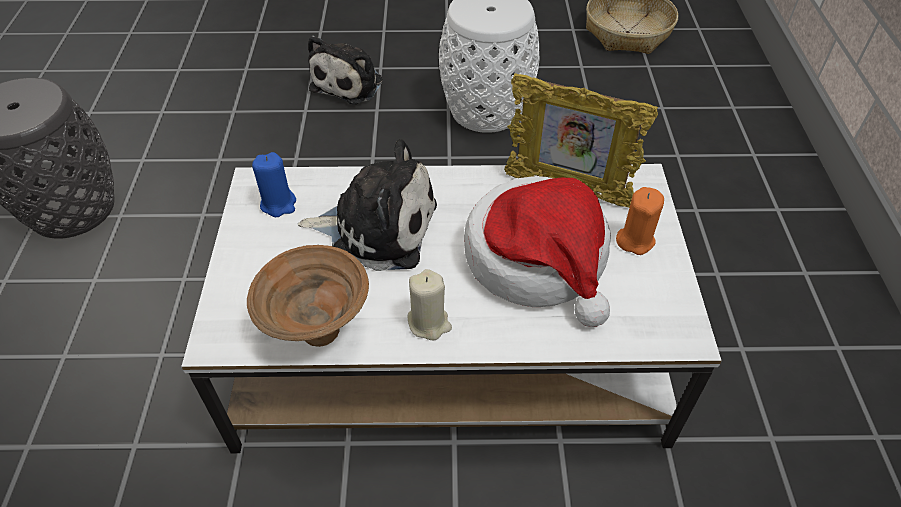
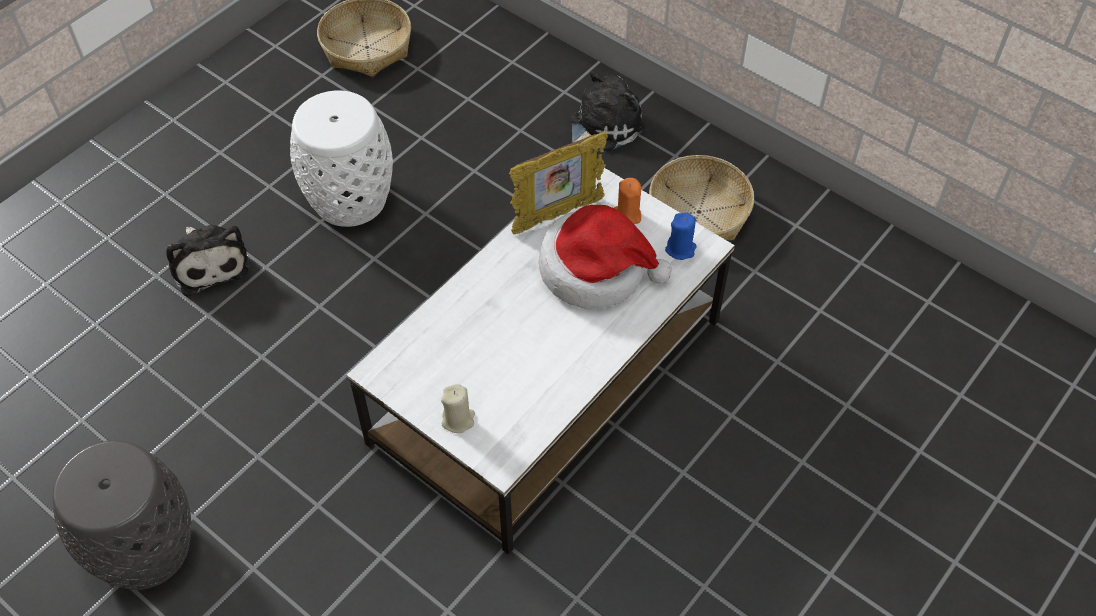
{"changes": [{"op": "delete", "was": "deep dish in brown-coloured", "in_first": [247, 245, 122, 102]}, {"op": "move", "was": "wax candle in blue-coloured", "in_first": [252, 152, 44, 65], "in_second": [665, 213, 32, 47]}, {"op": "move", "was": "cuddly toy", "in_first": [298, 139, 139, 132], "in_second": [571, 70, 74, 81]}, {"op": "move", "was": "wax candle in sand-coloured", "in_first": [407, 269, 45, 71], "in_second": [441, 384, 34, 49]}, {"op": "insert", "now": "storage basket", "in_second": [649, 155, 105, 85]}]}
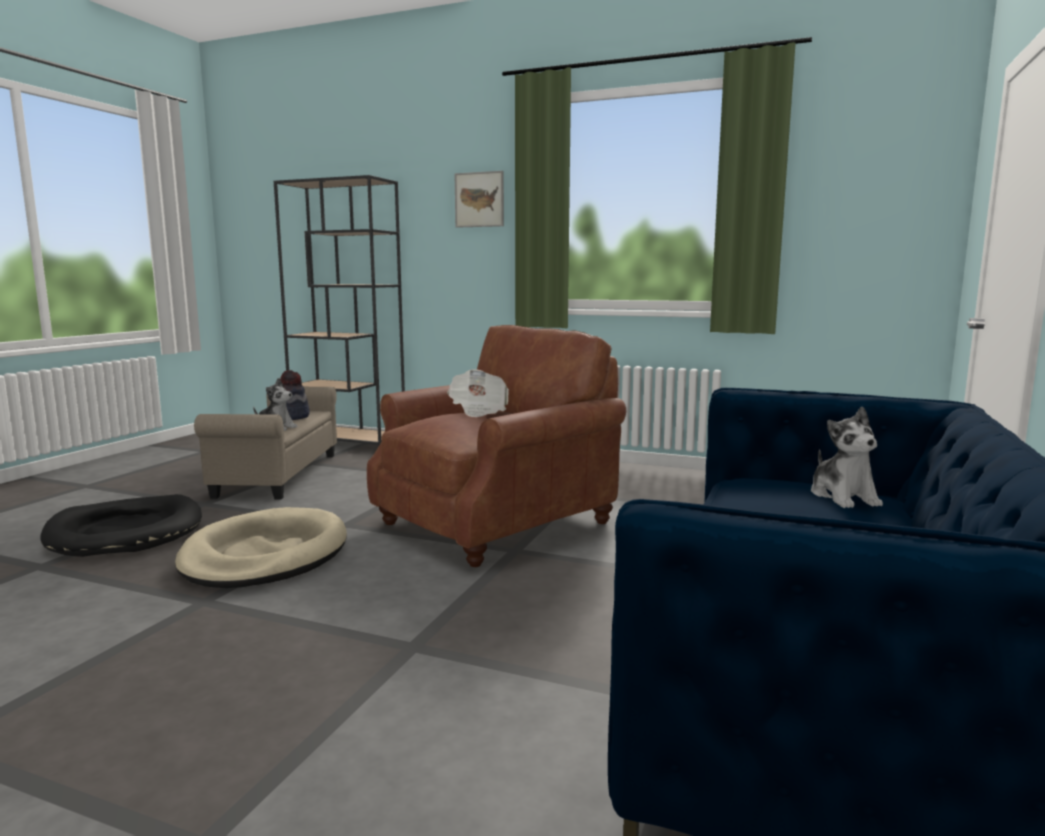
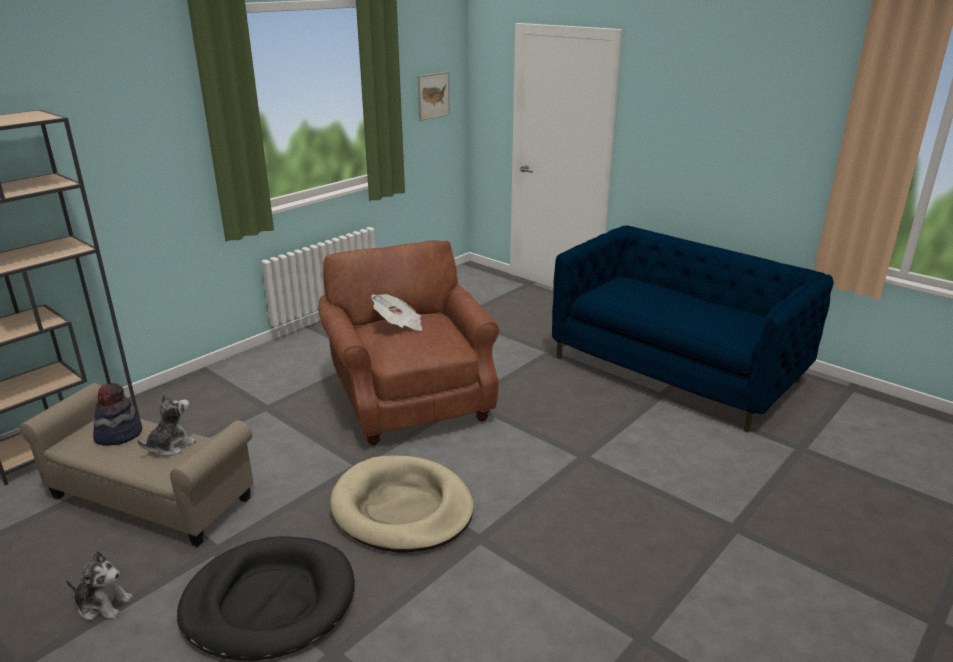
{"changes": [{"op": "move", "was": "wall picture", "in_first": [455, 171, 49, 57], "in_second": [418, 72, 32, 49]}, {"op": "move", "was": "cuddly toy", "in_first": [811, 407, 72, 101], "in_second": [66, 551, 67, 70]}]}
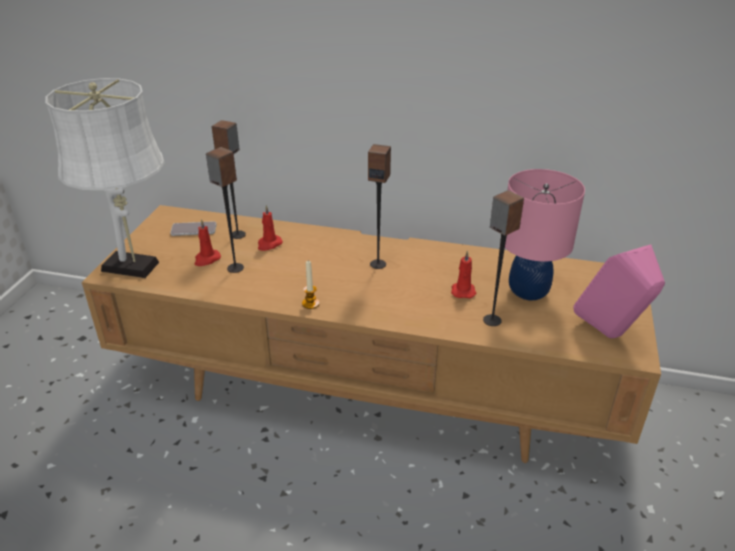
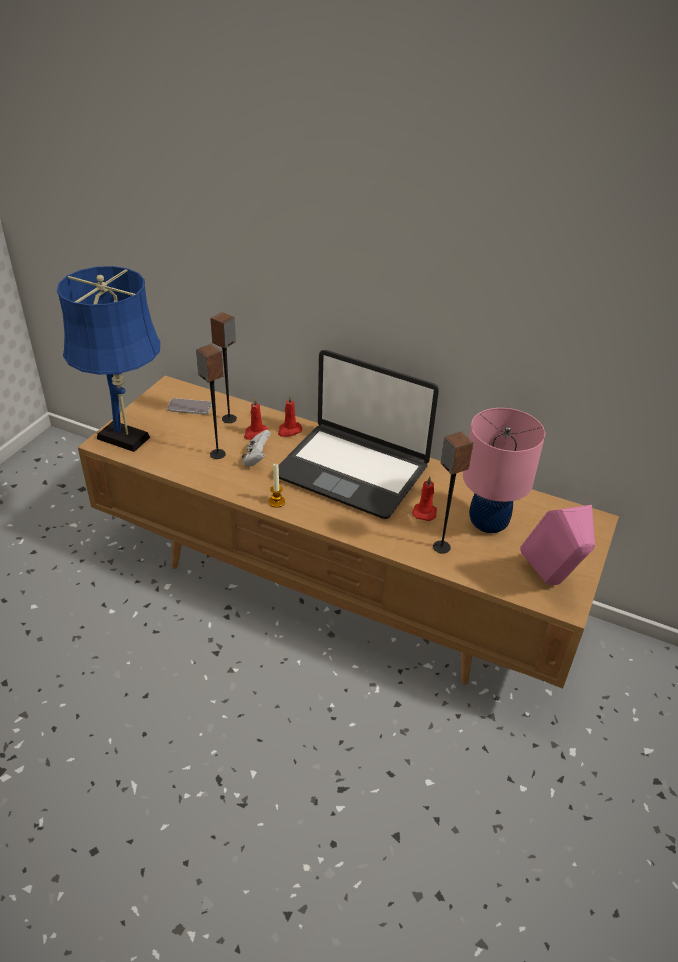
{"changes": [{"op": "recolor", "was": "tabletop lamp in whitish", "now": "tabletop lamp in blue-coloured", "in_first": [45, 78, 120, 200], "in_second": [57, 266, 103, 186]}, {"op": "move", "was": "wax candle in red-coloured", "in_first": [195, 219, 26, 47], "in_second": [278, 395, 24, 42]}, {"op": "replace", "was": "audio speaker", "now": "portable computer", "in_first": [368, 144, 23, 125], "in_second": [278, 350, 161, 169]}, {"op": "insert", "now": "gamepad in whitish", "in_second": [242, 430, 29, 37]}]}
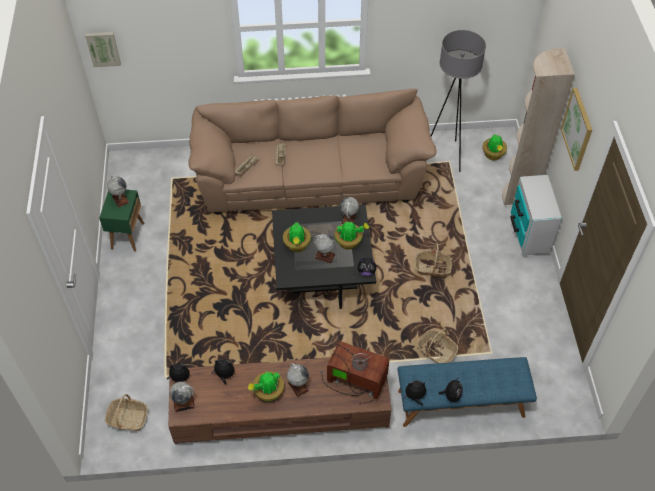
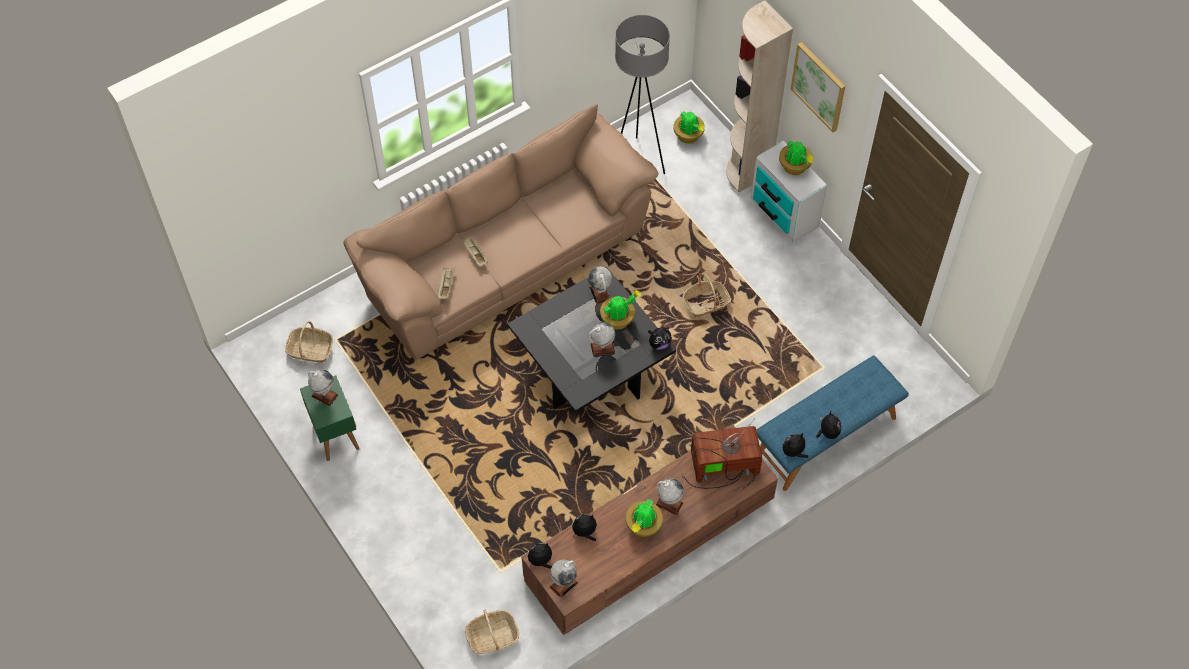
{"changes": [{"op": "delete", "was": "wall picture", "in_first": [85, 32, 36, 35]}, {"op": "move", "was": "potted plant", "in_first": [283, 222, 28, 30], "in_second": [779, 141, 34, 34]}, {"op": "move", "was": "storage basket", "in_first": [417, 329, 41, 34], "in_second": [285, 321, 48, 42]}]}
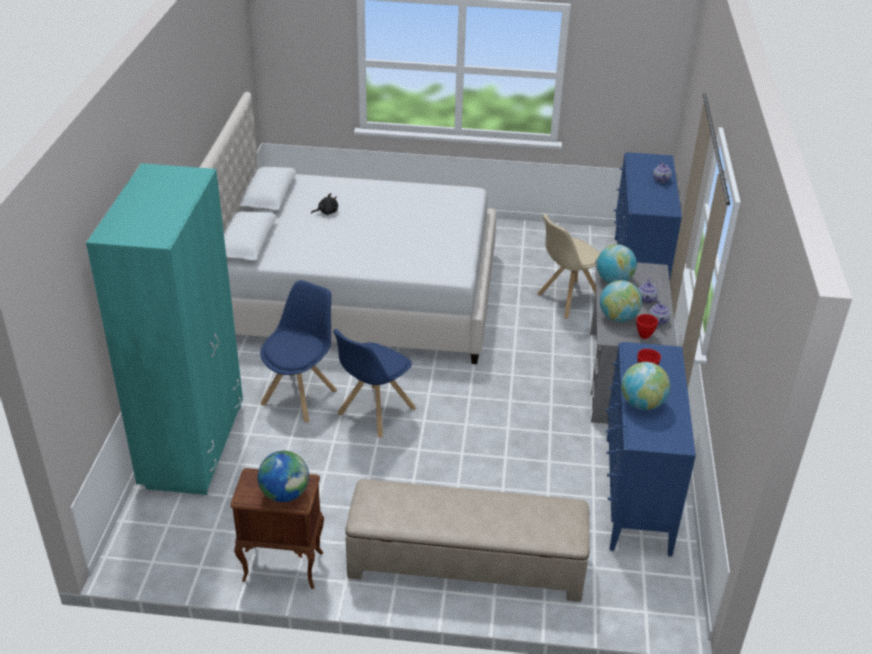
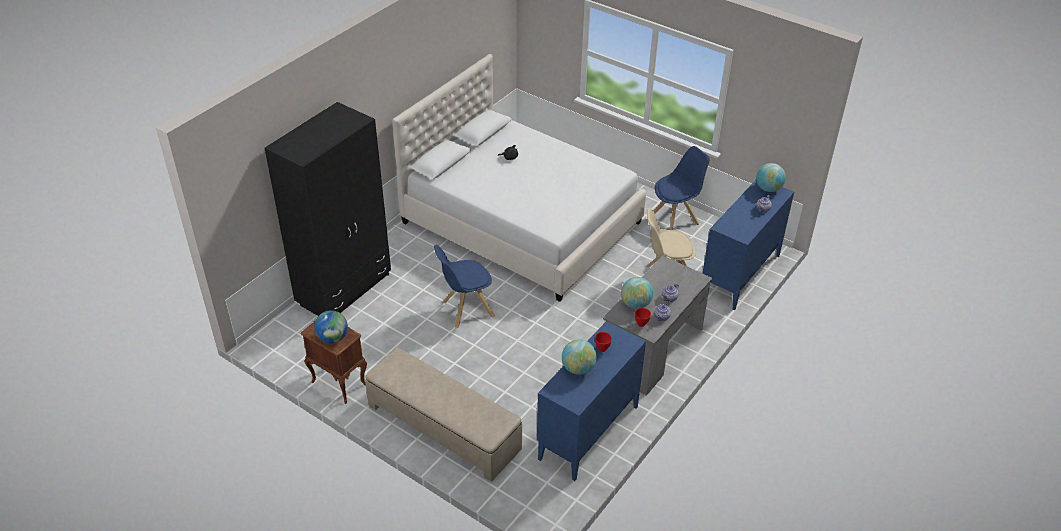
{"changes": [{"op": "recolor", "was": "armoire in turquoise", "now": "armoire in black-coloured", "in_first": [86, 163, 157, 332], "in_second": [265, 102, 126, 214]}, {"op": "move", "was": "upright chair in blue-coloured", "in_first": [260, 280, 77, 143], "in_second": [653, 146, 57, 84]}, {"op": "move", "was": "world globe", "in_first": [597, 244, 40, 39], "in_second": [756, 163, 30, 29]}]}
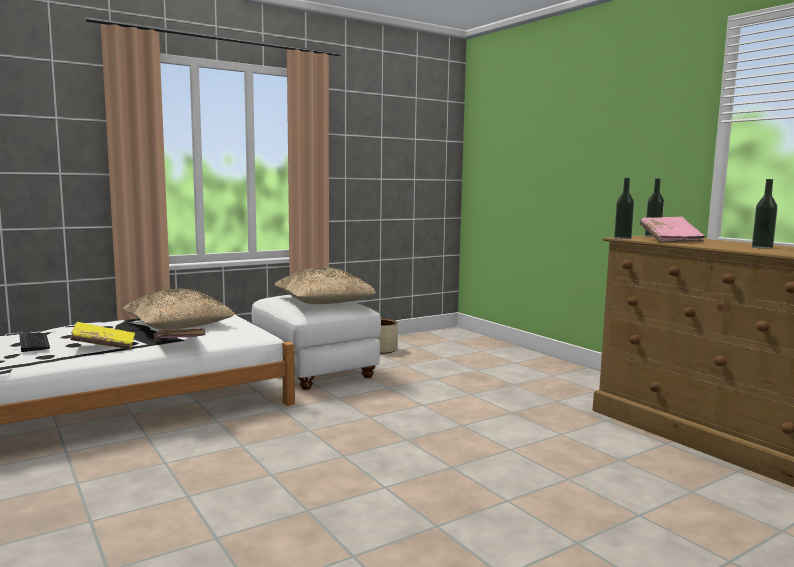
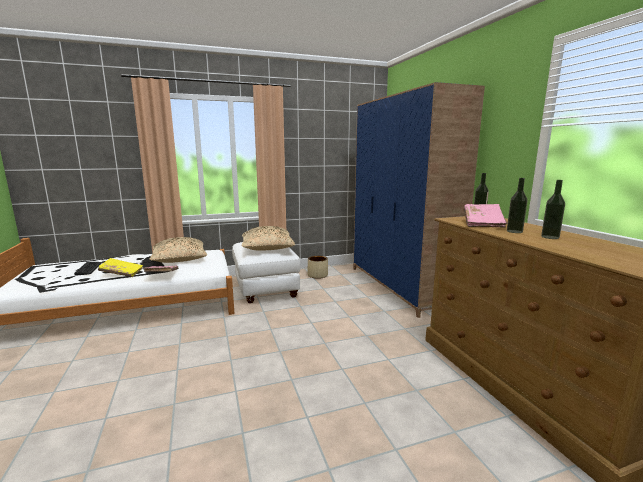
{"changes": [{"op": "move", "was": "bottle", "in_first": [614, 178, 20, 61], "in_second": [507, 178, 20, 55]}, {"op": "insert", "now": "armoire in blue-coloured", "in_second": [353, 82, 132, 236]}]}
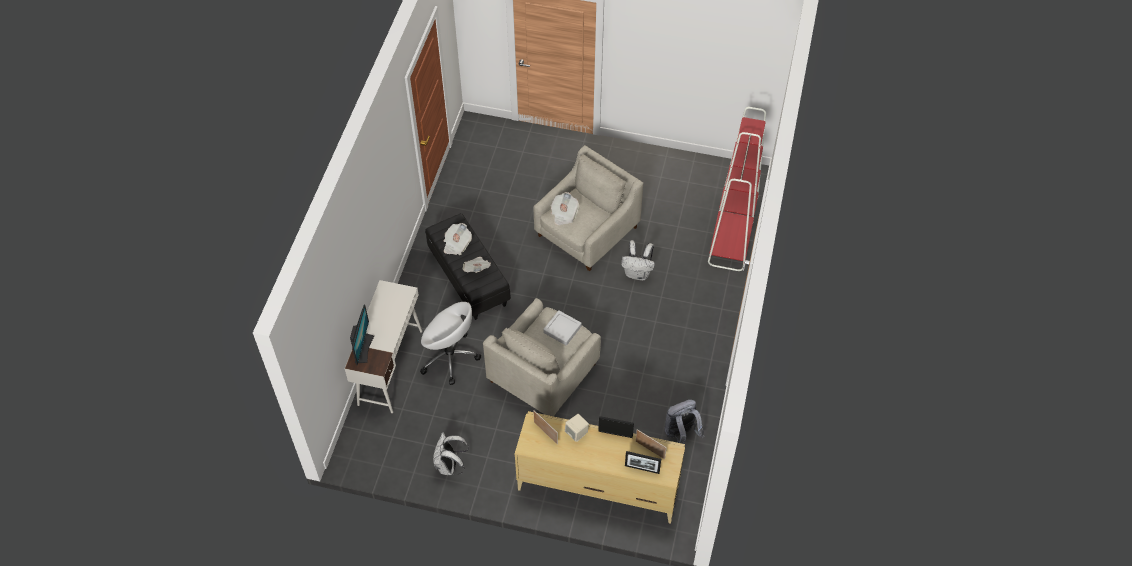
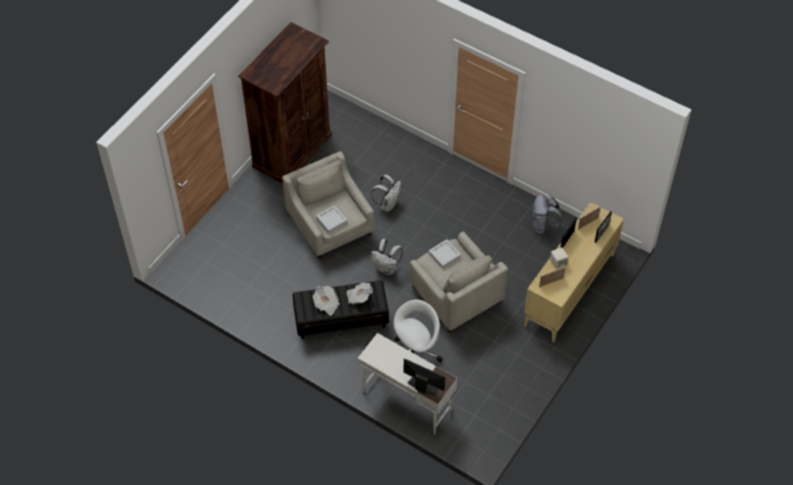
{"changes": [{"op": "move", "was": "backpack in whitish", "in_first": [433, 432, 36, 43], "in_second": [371, 239, 32, 36]}, {"op": "replace", "was": "daily paper", "now": "tray in greyish", "in_first": [550, 192, 29, 33], "in_second": [316, 205, 31, 28]}, {"op": "delete", "was": "garment rack in red-coloured", "in_first": [708, 107, 58, 164]}, {"op": "insert", "now": "armoire in brown-coloured", "in_second": [238, 22, 93, 162]}]}
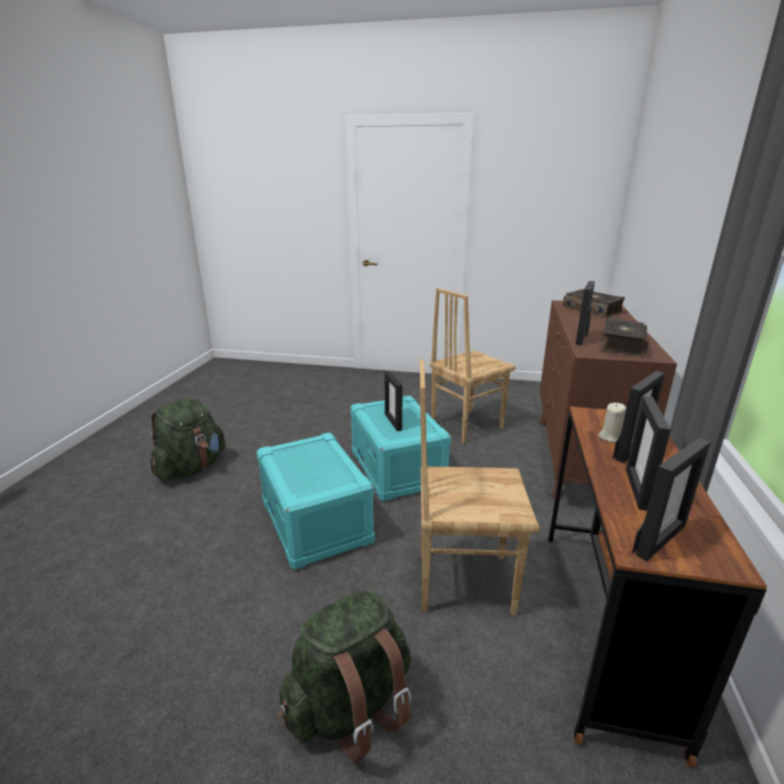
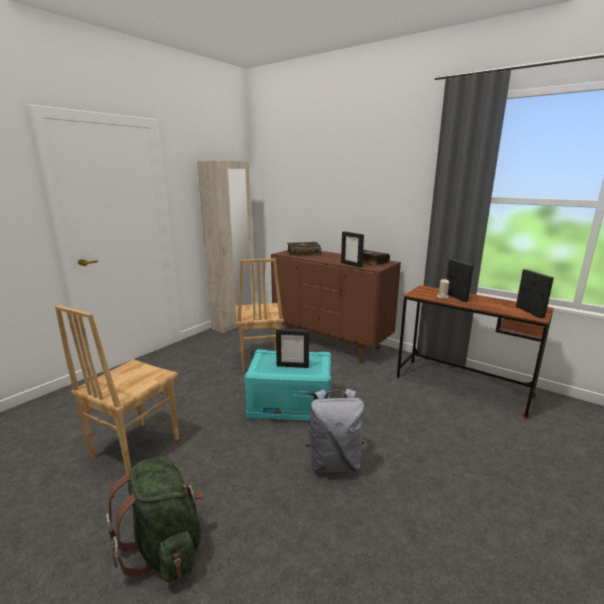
{"changes": [{"op": "replace", "was": "storage box in turquoise", "now": "backpack in greyish", "in_first": [257, 432, 118, 138], "in_second": [306, 389, 58, 83]}, {"op": "delete", "was": "backpack in green", "in_first": [278, 591, 134, 172]}, {"op": "move", "was": "upright chair in brown-coloured", "in_first": [420, 359, 120, 256], "in_second": [55, 305, 124, 169]}, {"op": "delete", "was": "standing frame", "in_first": [626, 396, 45, 115]}, {"op": "insert", "now": "armoire in sand-coloured", "in_second": [197, 161, 56, 172]}]}
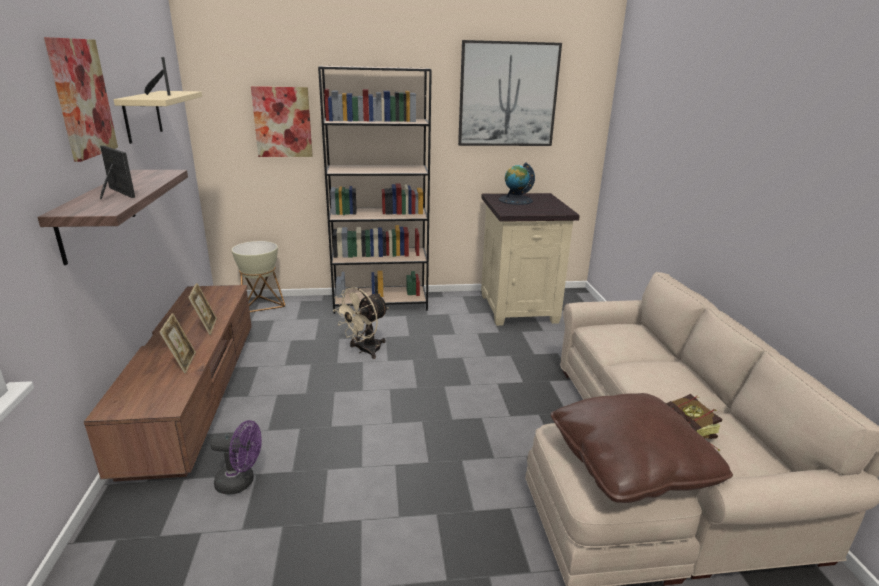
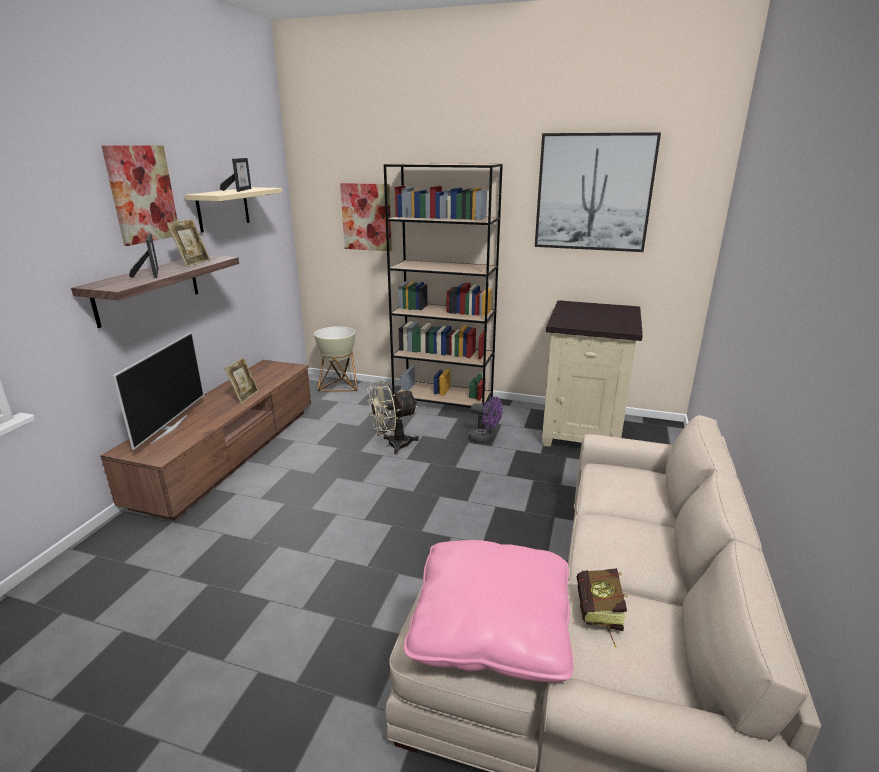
{"changes": [{"op": "move", "was": "standing frame", "in_first": [159, 313, 37, 60], "in_second": [167, 219, 43, 48]}, {"op": "move", "was": "fan in purplish", "in_first": [210, 420, 52, 74], "in_second": [468, 397, 35, 47]}, {"op": "delete", "was": "world globe", "in_first": [499, 162, 36, 43]}, {"op": "recolor", "was": "cushion in brown-coloured", "now": "cushion in pinkish", "in_first": [551, 393, 182, 110], "in_second": [404, 540, 169, 142]}, {"op": "insert", "now": "TV set", "in_second": [113, 332, 91, 118]}]}
